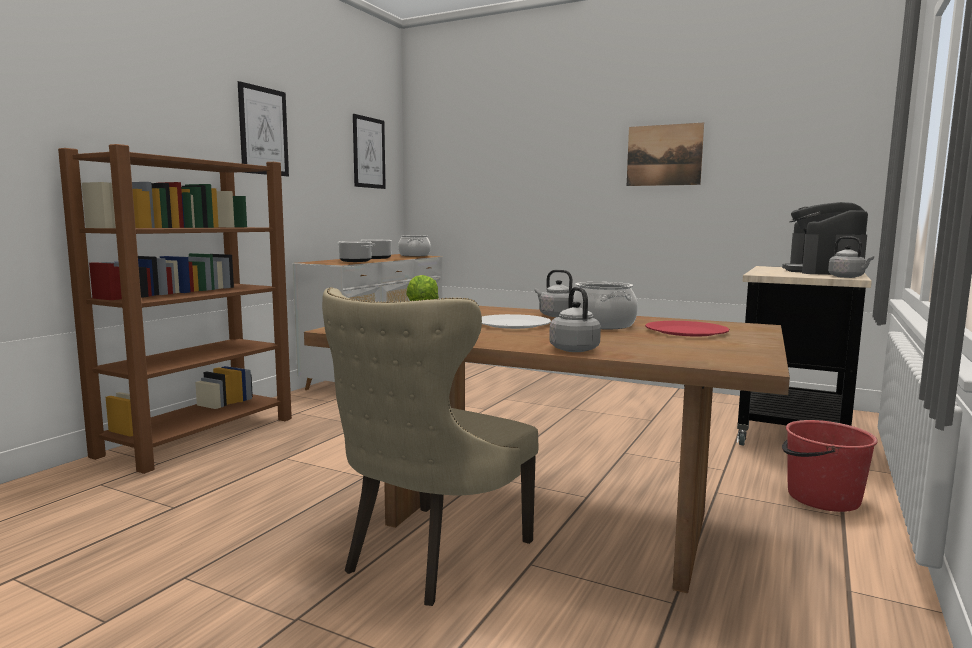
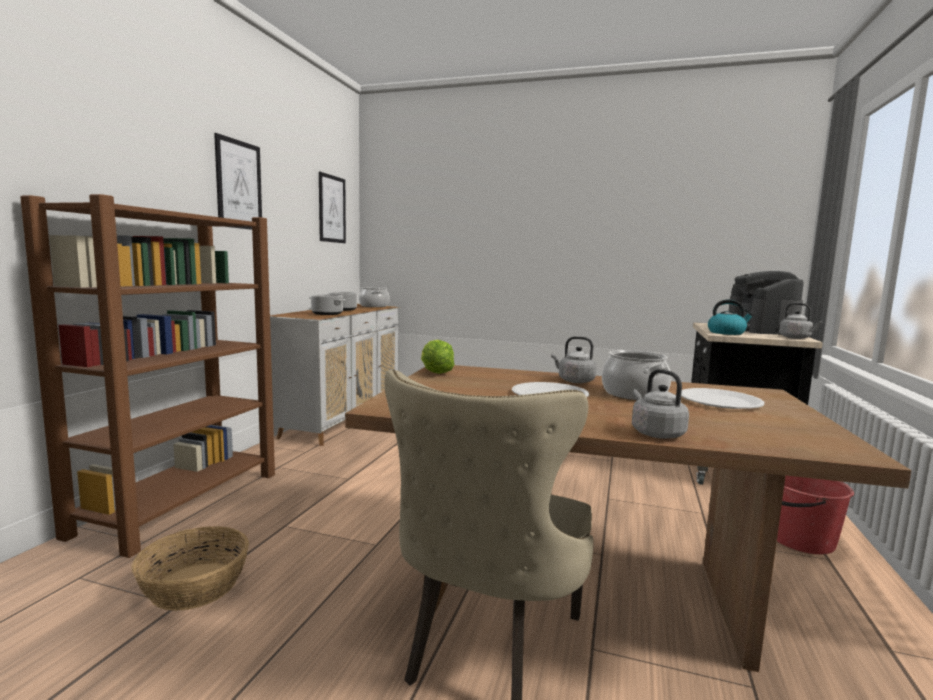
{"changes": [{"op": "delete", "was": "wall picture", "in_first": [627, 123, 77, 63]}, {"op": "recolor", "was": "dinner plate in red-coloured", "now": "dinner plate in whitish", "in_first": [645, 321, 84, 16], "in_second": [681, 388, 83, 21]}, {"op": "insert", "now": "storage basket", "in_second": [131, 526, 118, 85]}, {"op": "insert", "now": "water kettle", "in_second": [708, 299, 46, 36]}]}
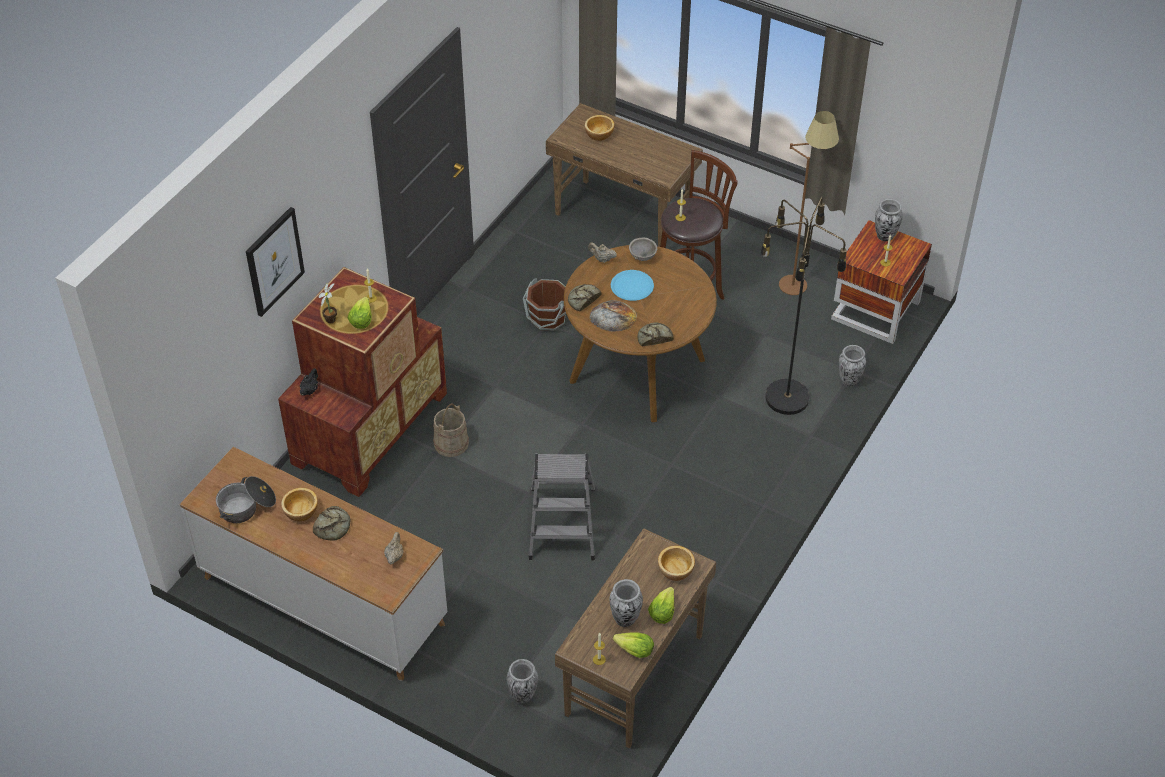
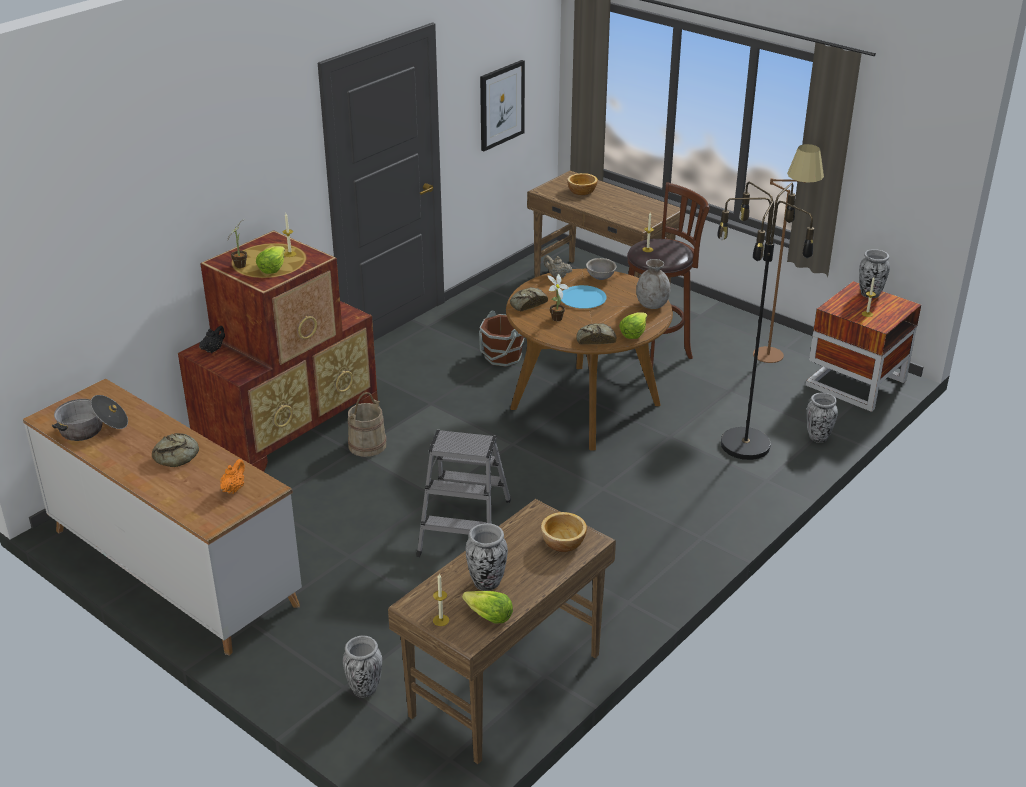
{"changes": [{"op": "move", "was": "wall picture", "in_first": [246, 207, 59, 110], "in_second": [480, 60, 45, 91]}, {"op": "delete", "was": "deep dish", "in_first": [281, 488, 37, 33]}, {"op": "recolor", "was": "tea pot in sand-coloured", "now": "tea pot in orange", "in_first": [384, 532, 20, 32], "in_second": [220, 459, 25, 35]}, {"op": "replace", "was": "baked bread", "now": "potted plant", "in_first": [590, 300, 47, 32], "in_second": [548, 274, 21, 47]}, {"op": "move", "was": "lettuce head", "in_first": [648, 587, 27, 37], "in_second": [619, 312, 28, 27]}, {"op": "insert", "now": "vase in greyish", "in_second": [636, 259, 35, 50]}]}
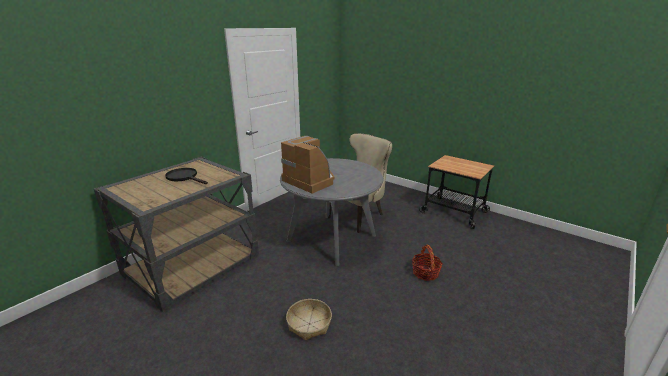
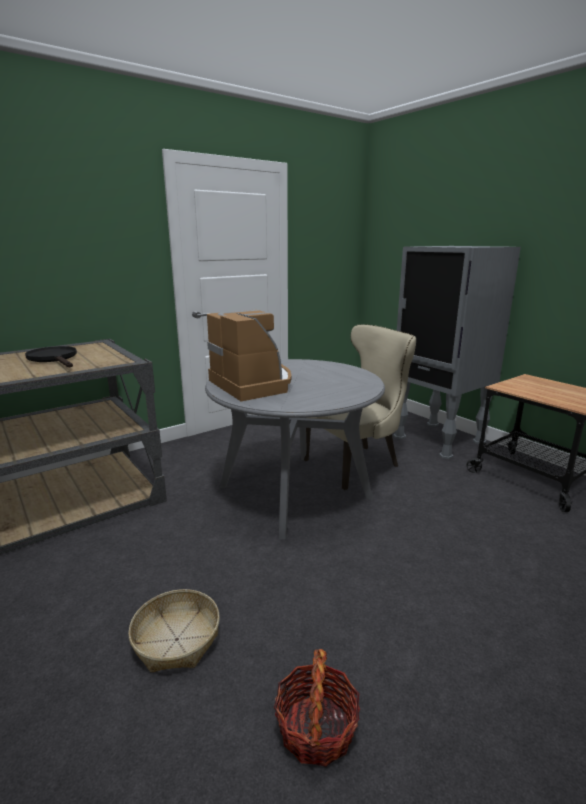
{"changes": [{"op": "move", "was": "storage basket", "in_first": [412, 244, 31, 37], "in_second": [274, 649, 86, 118]}, {"op": "insert", "now": "storage cabinet in greyish", "in_second": [393, 246, 128, 213]}]}
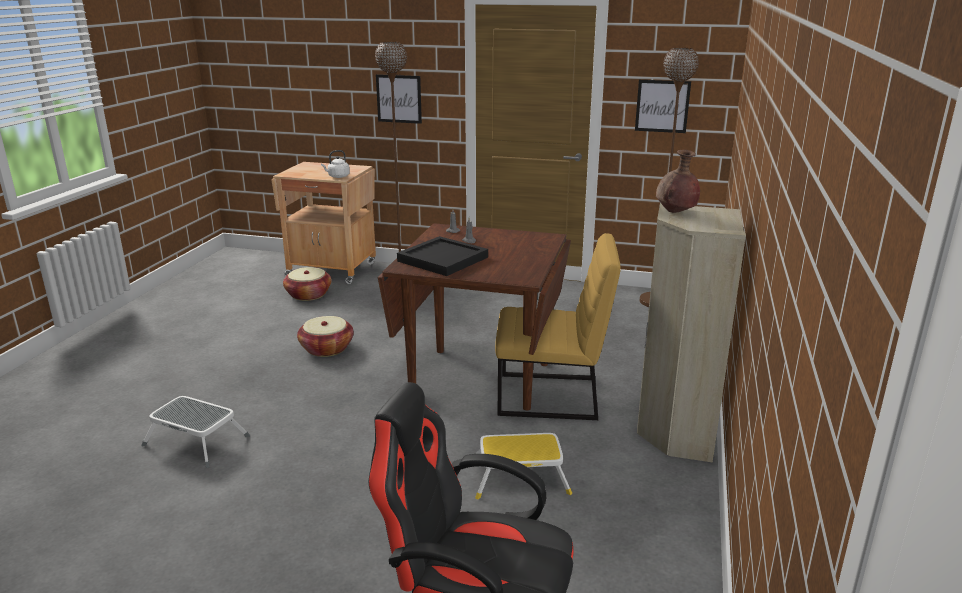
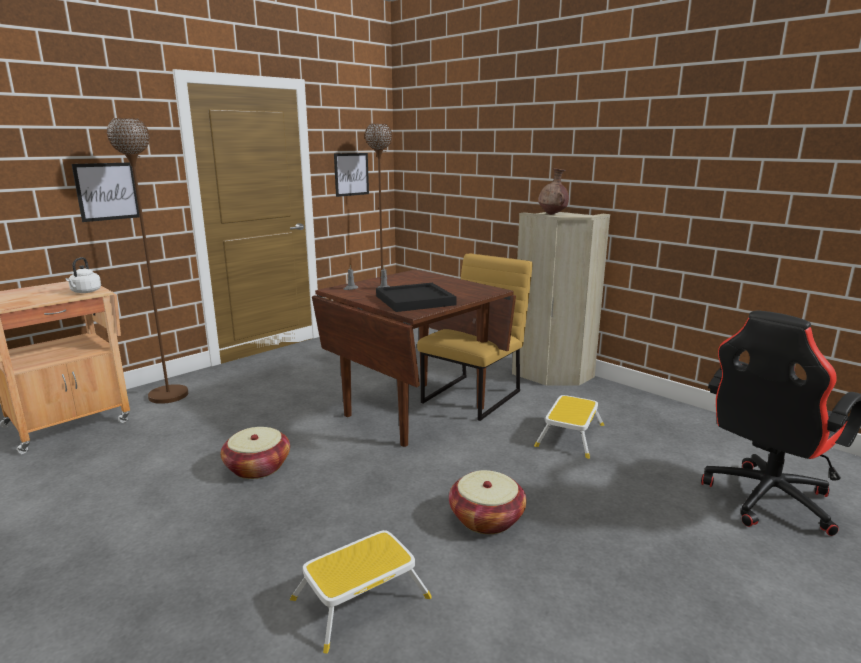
{"changes": [{"op": "recolor", "was": "step stool in greyish", "now": "step stool in yellow-coloured", "in_first": [141, 396, 109, 72], "in_second": [290, 530, 142, 124]}, {"op": "move", "was": "storage basket", "in_first": [283, 267, 48, 34], "in_second": [449, 470, 78, 64]}]}
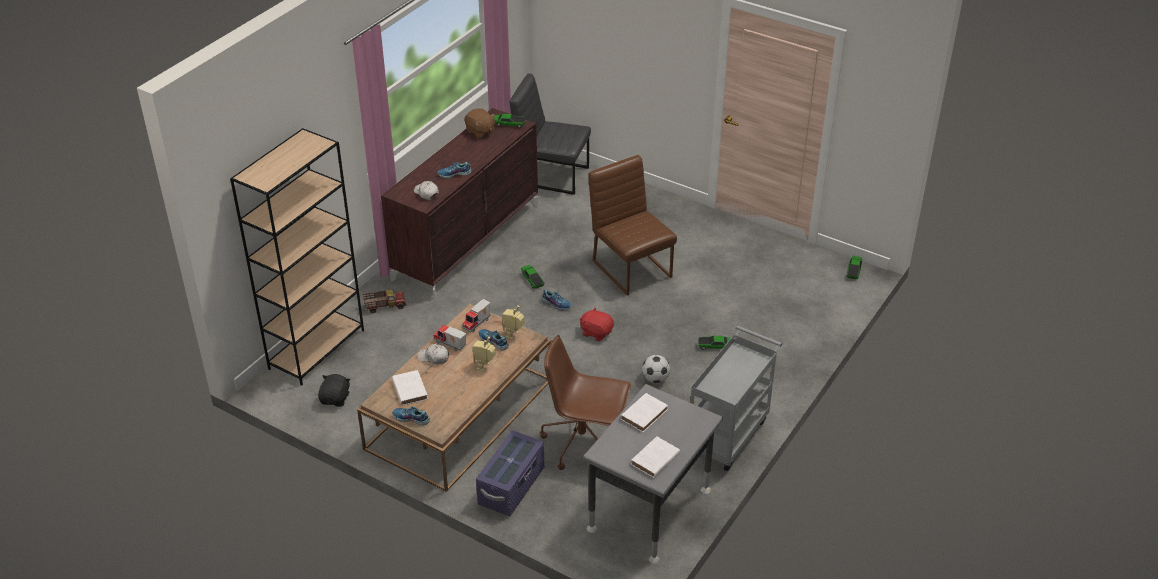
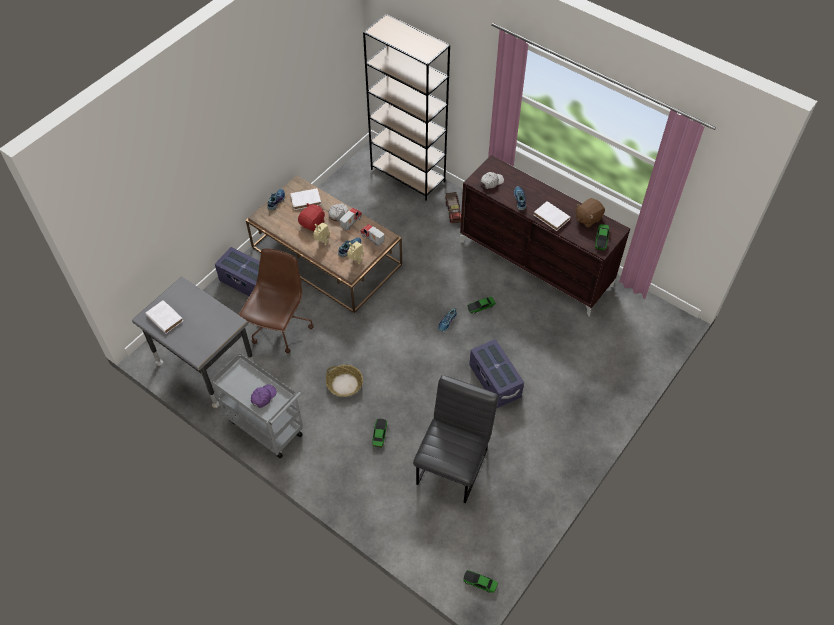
{"changes": [{"op": "delete", "was": "cuddly toy in black-coloured", "in_first": [318, 374, 32, 33]}, {"op": "move", "was": "upright chair in greyish", "in_first": [510, 74, 81, 121], "in_second": [413, 375, 86, 128]}, {"op": "move", "was": "cuddly toy in red-coloured", "in_first": [580, 308, 34, 33], "in_second": [298, 203, 27, 28]}, {"op": "replace", "was": "upright chair in brown-coloured", "now": "storage box in purplish", "in_first": [588, 155, 89, 141], "in_second": [469, 339, 55, 69]}, {"op": "move", "was": "bound book in whitish", "in_first": [620, 393, 48, 39], "in_second": [534, 201, 36, 30]}, {"op": "replace", "was": "football ball", "now": "storage basket", "in_first": [642, 355, 28, 28], "in_second": [326, 365, 37, 32]}, {"op": "insert", "now": "peaked cap in purplish", "in_second": [251, 384, 26, 24]}]}
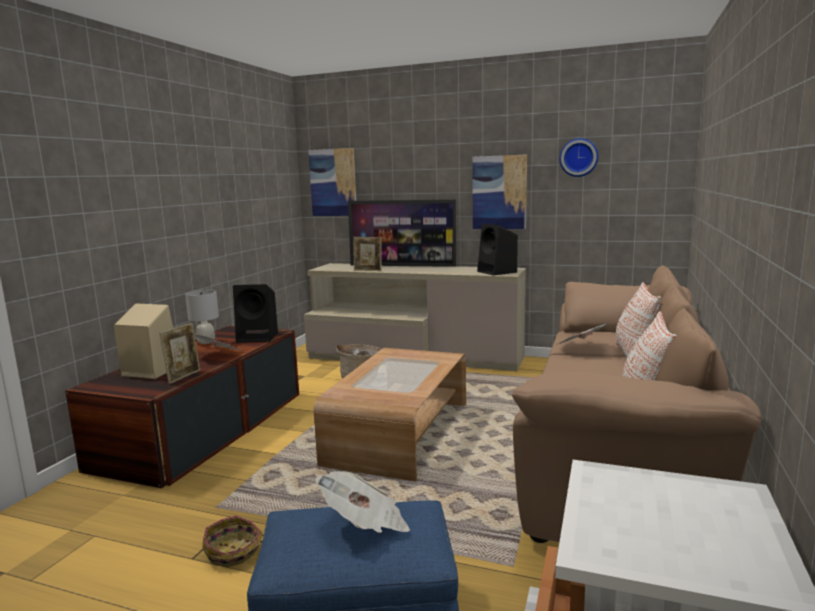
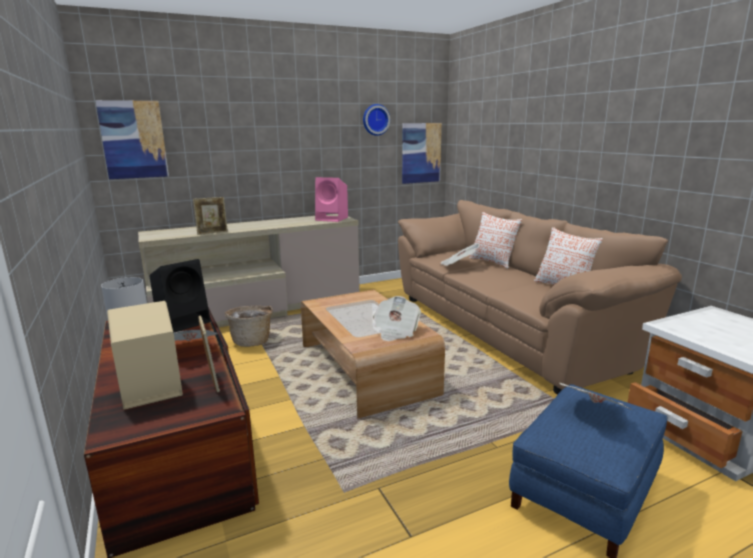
{"changes": [{"op": "delete", "was": "storage basket", "in_first": [203, 516, 61, 51]}, {"op": "delete", "was": "TV set", "in_first": [348, 200, 108, 67]}, {"op": "move", "was": "wall picture", "in_first": [472, 154, 55, 75], "in_second": [402, 123, 40, 61]}, {"op": "recolor", "was": "audio speaker in black-coloured", "now": "audio speaker in pinkish", "in_first": [477, 224, 41, 51], "in_second": [315, 177, 33, 45]}, {"op": "insert", "now": "daily paper", "in_second": [373, 296, 48, 45]}]}
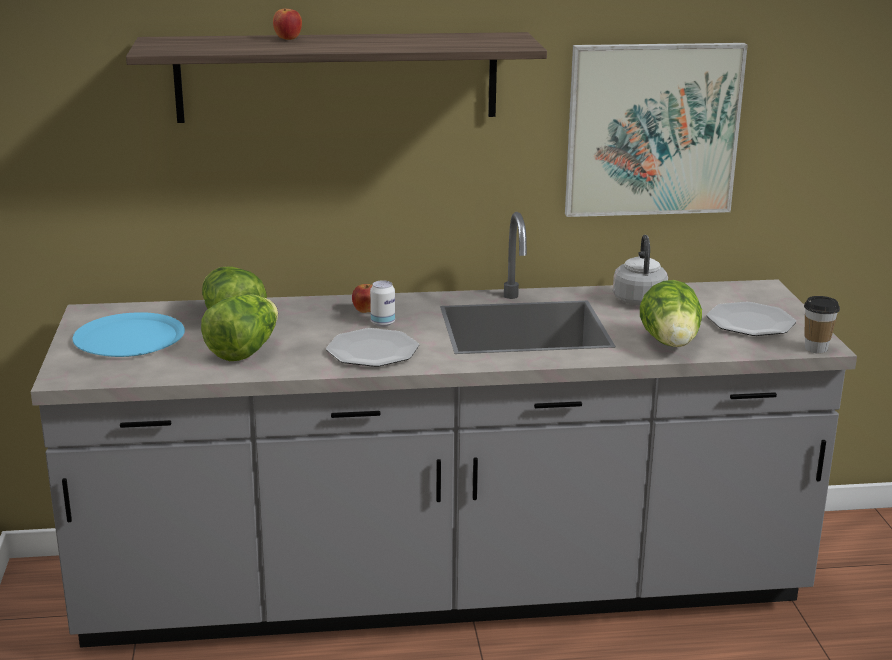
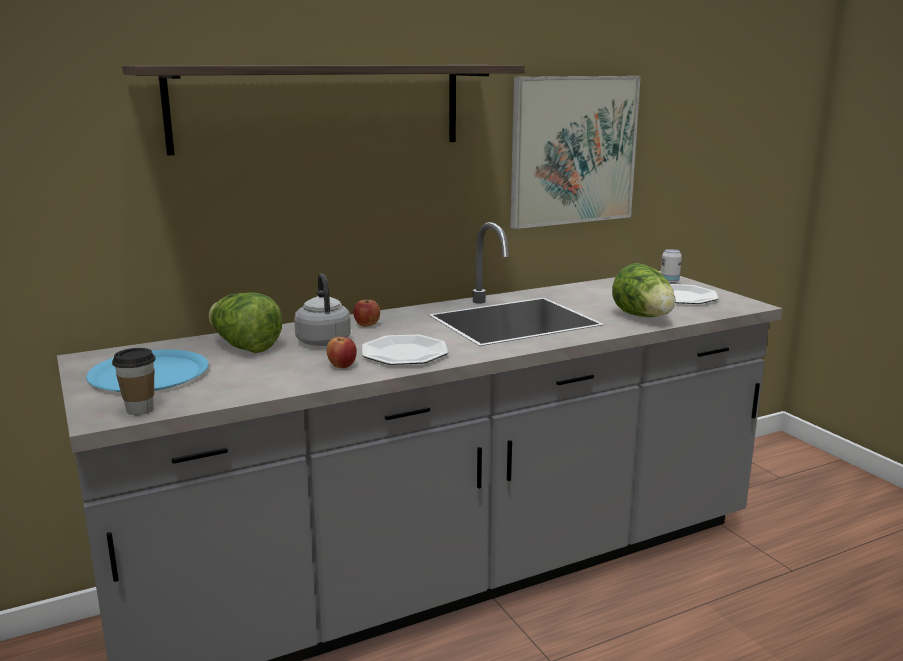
{"changes": [{"op": "delete", "was": "lettuce head", "in_first": [201, 294, 77, 67]}, {"op": "move", "was": "apple", "in_first": [273, 9, 29, 31], "in_second": [326, 337, 31, 31]}, {"op": "move", "was": "metal can", "in_first": [370, 280, 25, 47], "in_second": [661, 249, 21, 35]}, {"op": "move", "was": "water kettle in greyish", "in_first": [613, 235, 55, 70], "in_second": [294, 273, 57, 73]}, {"op": "move", "was": "drinking cup", "in_first": [804, 296, 36, 57], "in_second": [112, 348, 44, 67]}]}
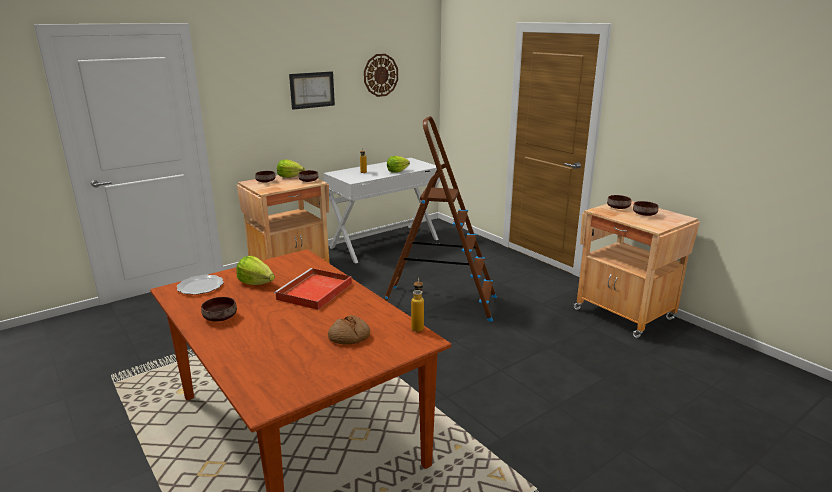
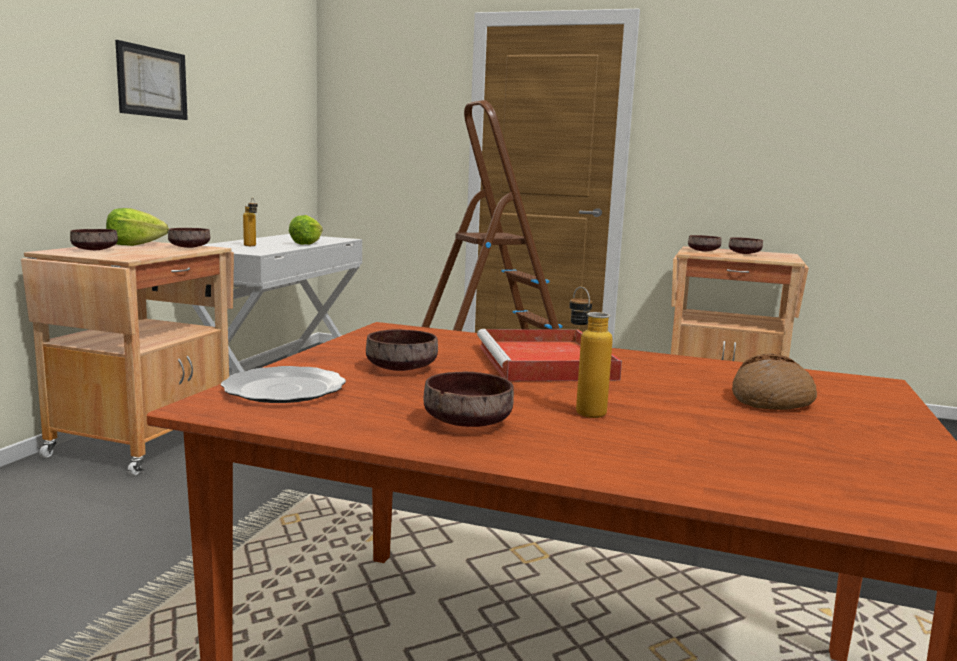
{"changes": [{"op": "replace", "was": "lettuce head", "now": "deep dish in brown-coloured", "in_first": [236, 256, 39, 29], "in_second": [366, 330, 72, 41]}, {"op": "delete", "was": "clock on the wall", "in_first": [364, 54, 34, 43]}, {"op": "move", "was": "bottle", "in_first": [411, 278, 13, 54], "in_second": [569, 287, 44, 131]}]}
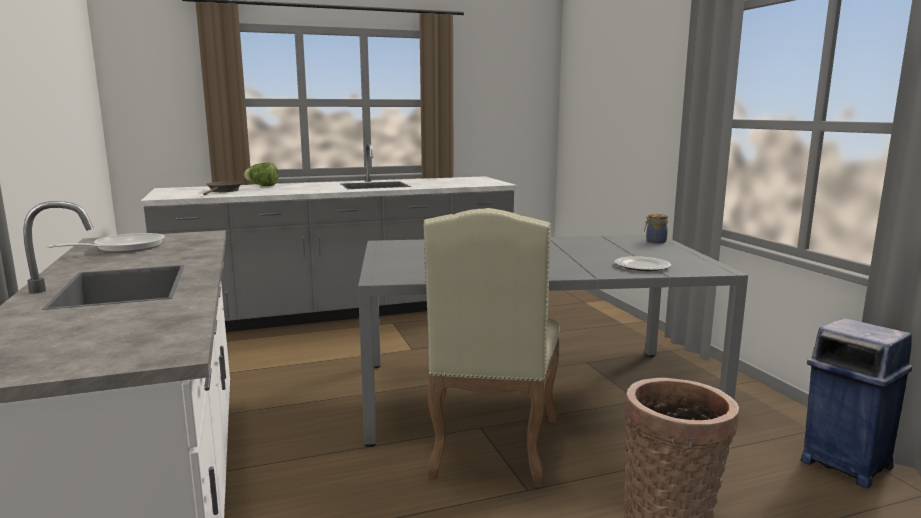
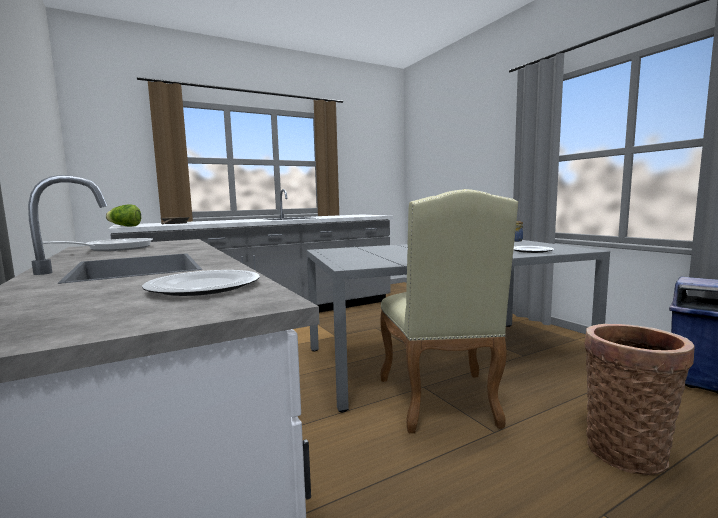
{"changes": [{"op": "move", "was": "lettuce head", "in_first": [244, 162, 34, 24], "in_second": [106, 205, 35, 21]}, {"op": "insert", "now": "dinner plate", "in_second": [142, 270, 118, 26]}]}
